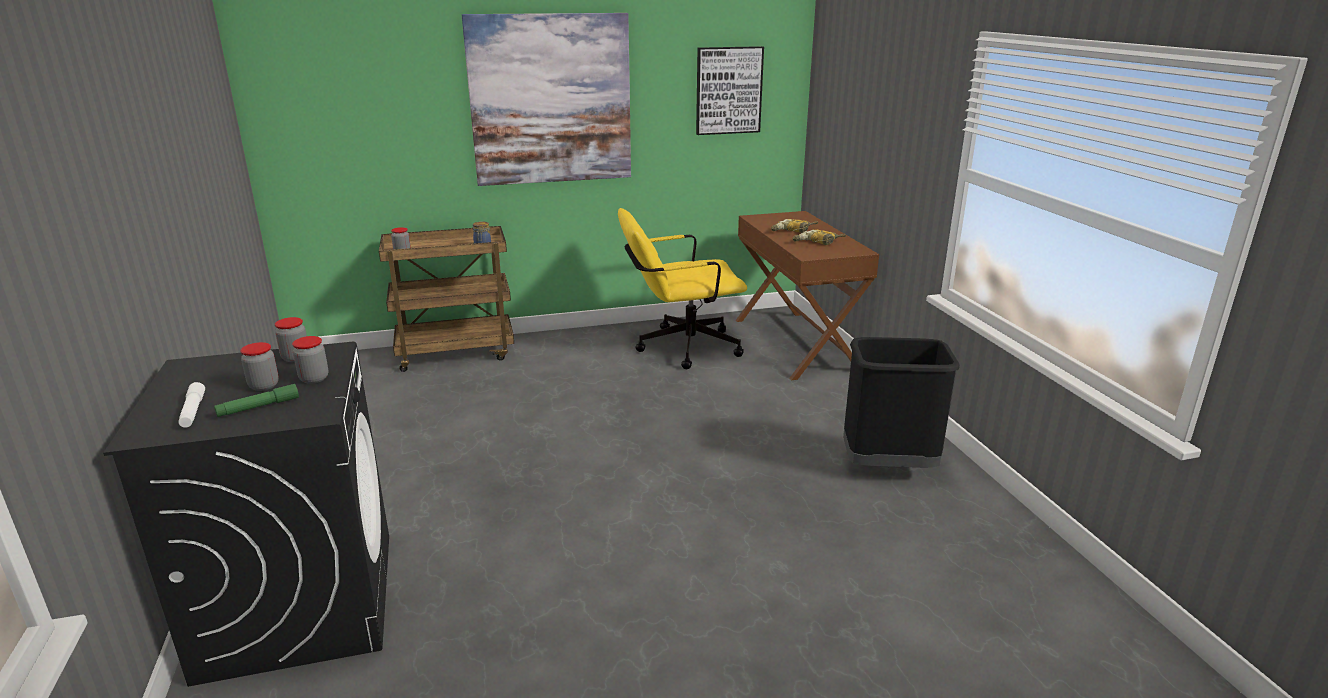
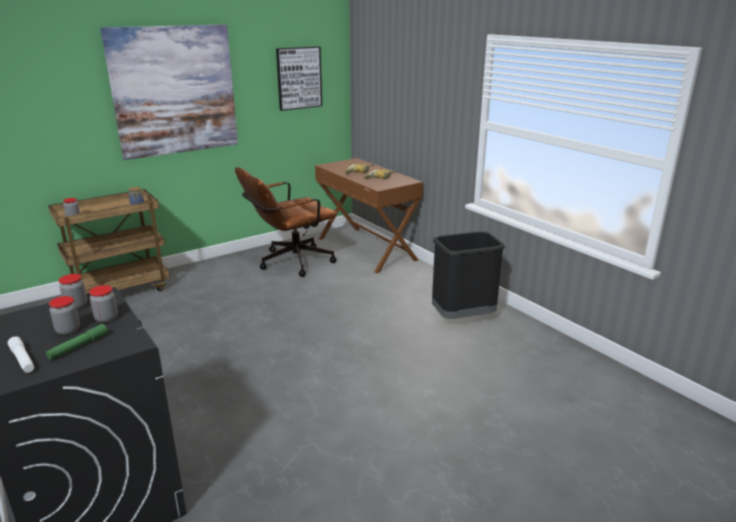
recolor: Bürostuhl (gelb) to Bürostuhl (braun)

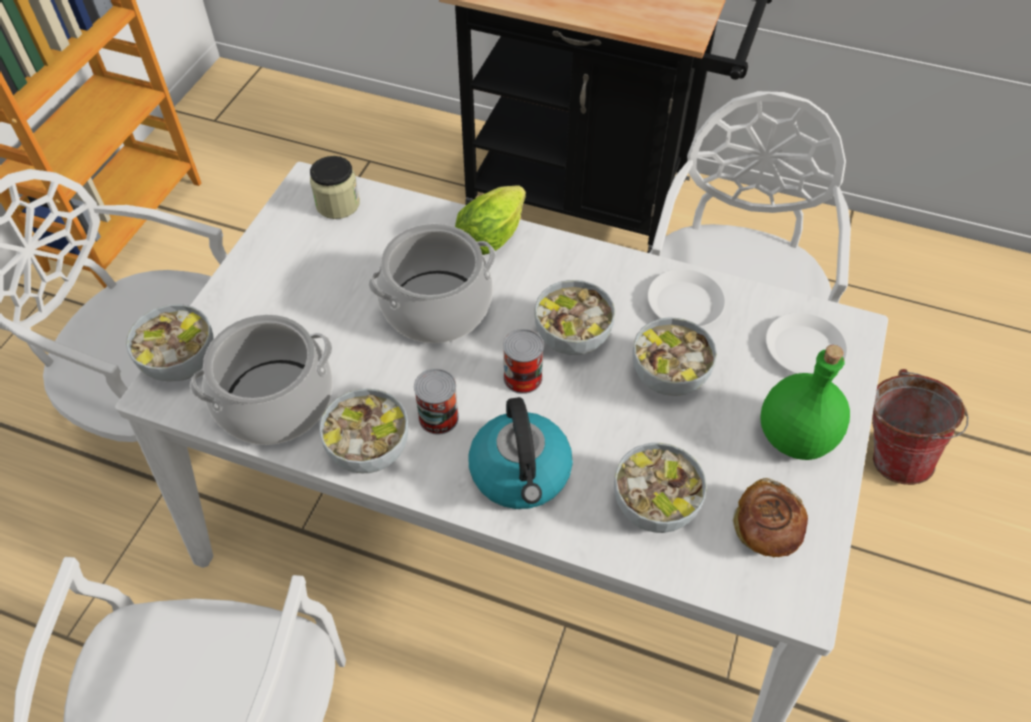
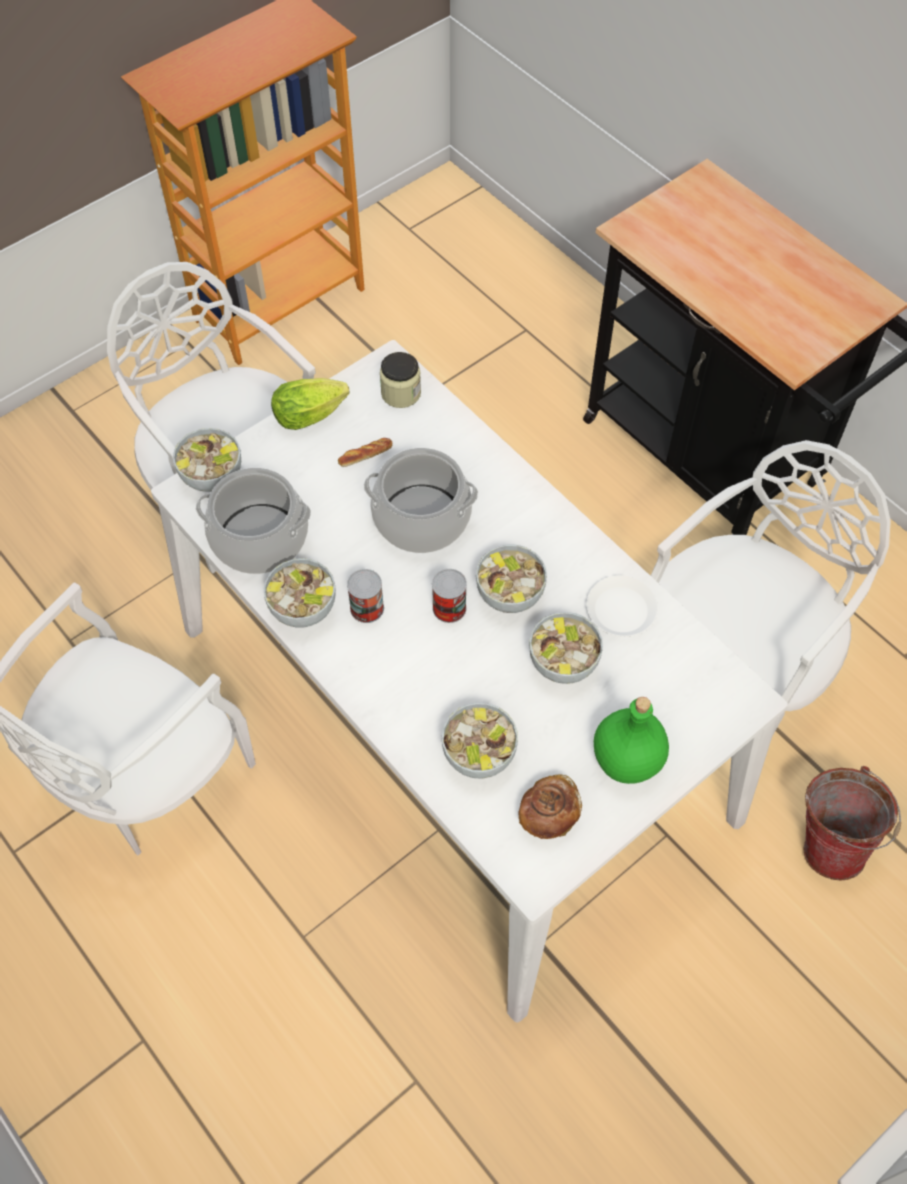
delete: Wasserkessel; Teller (weiß) (2nd from left)
insert: Brot (1st from left)
move: Salatkopf

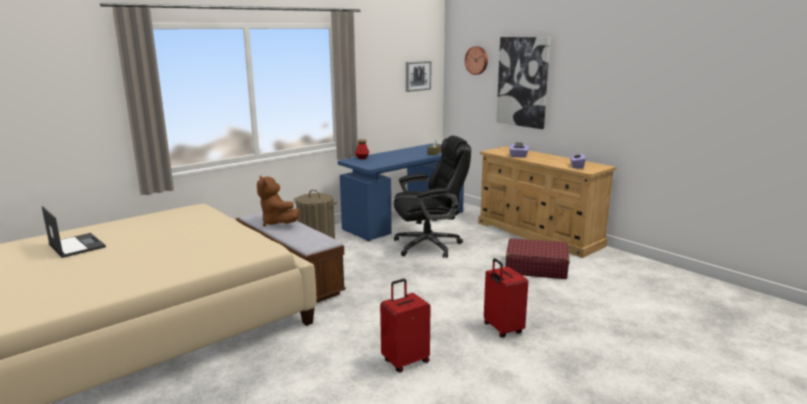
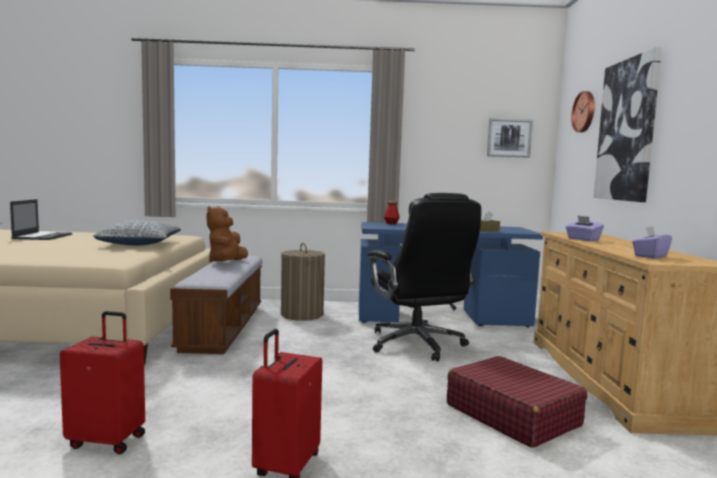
insert: Kissen
rotate: Bürostuhl (schwarz) 45 degrees clockwise

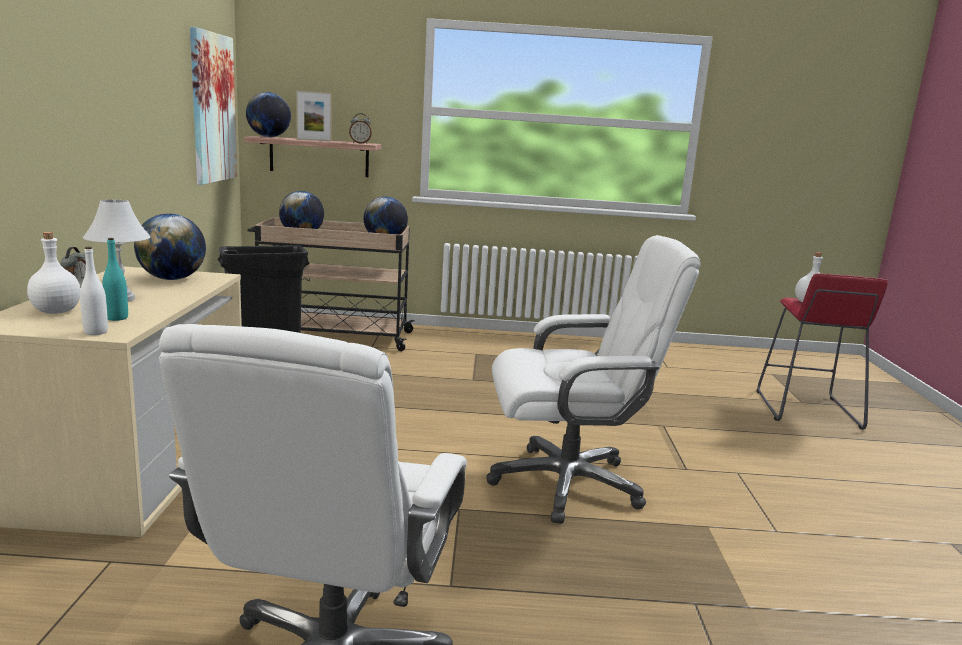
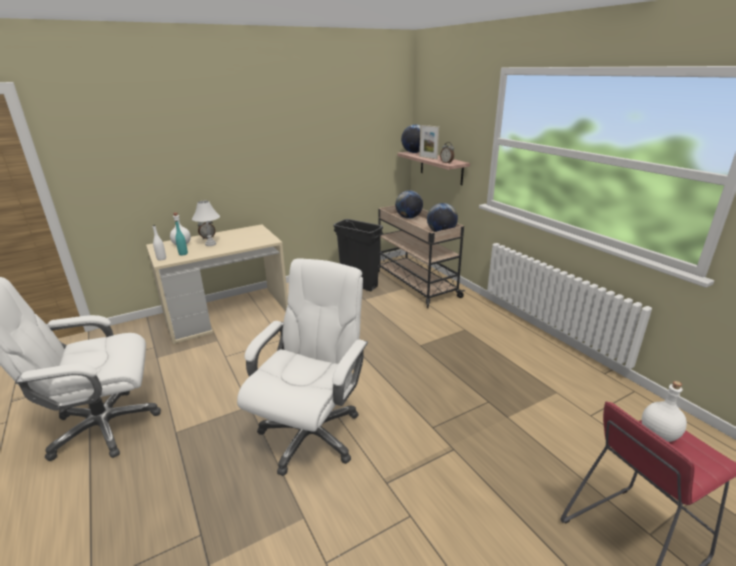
delete: Globus (1st from left); Bild
rotate: Bürostuhl (weiß) (2nd from left) 120 degrees counterclockwise

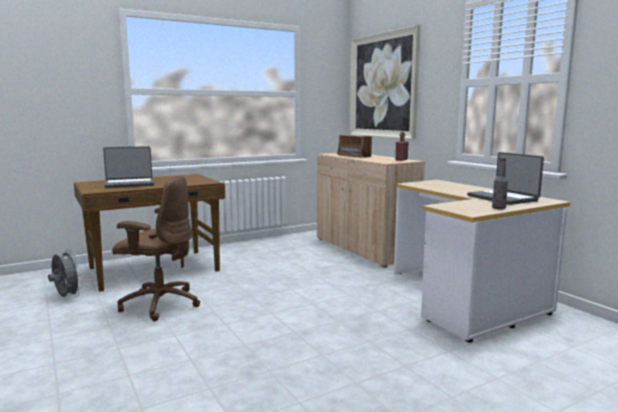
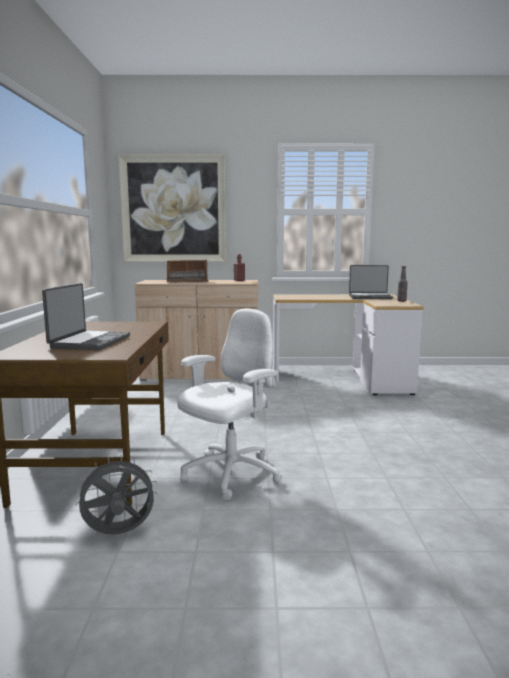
recolor: Bürostuhl (braun) to Bürostuhl (weiß)

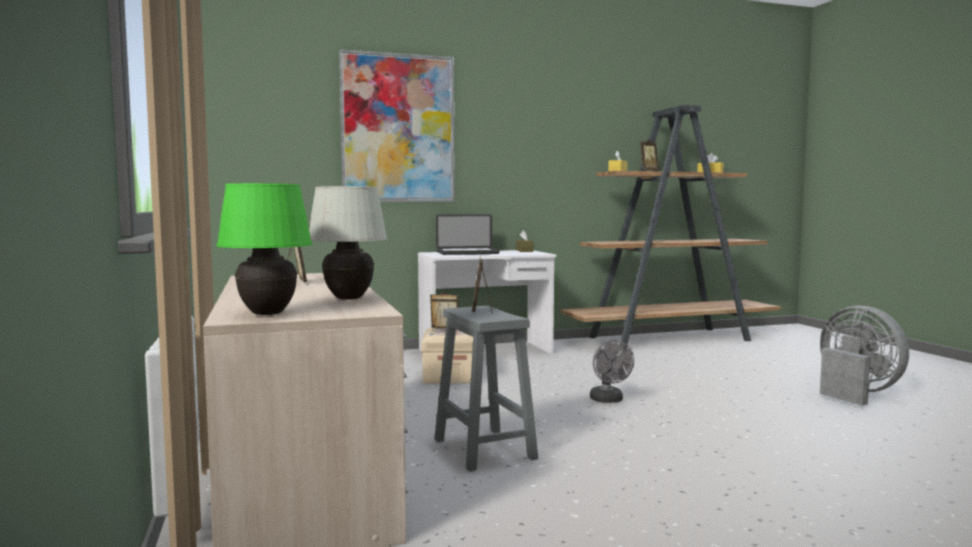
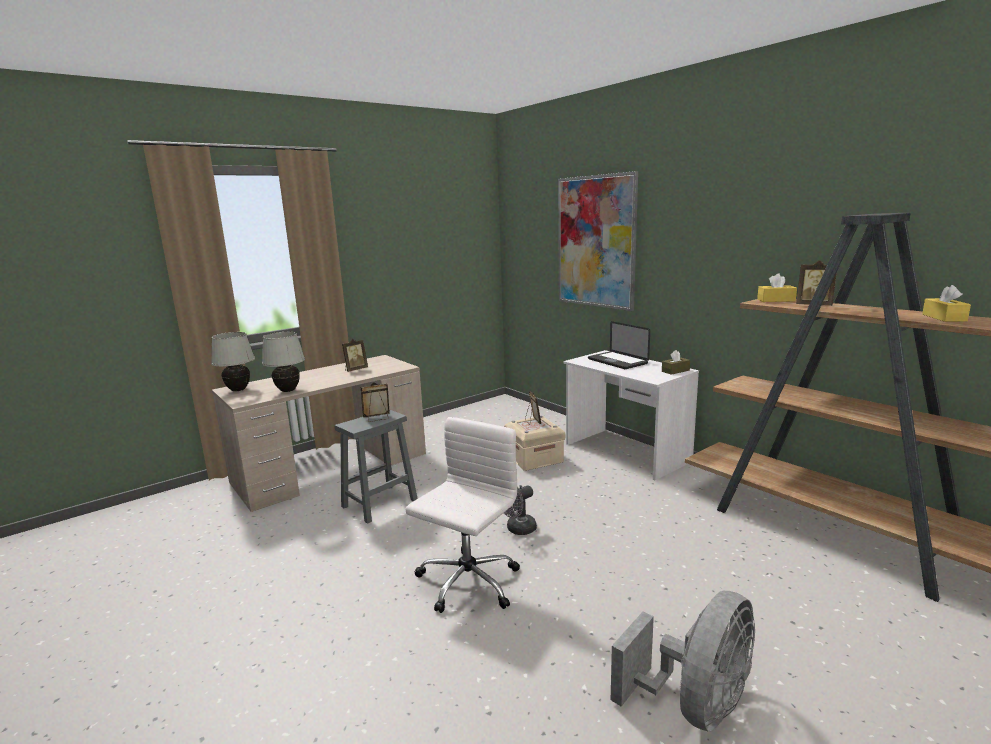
insert: Bürostuhl (weiß)
recolor: Tischlampe (grün) to Tischlampe (weiß) (1st from left)

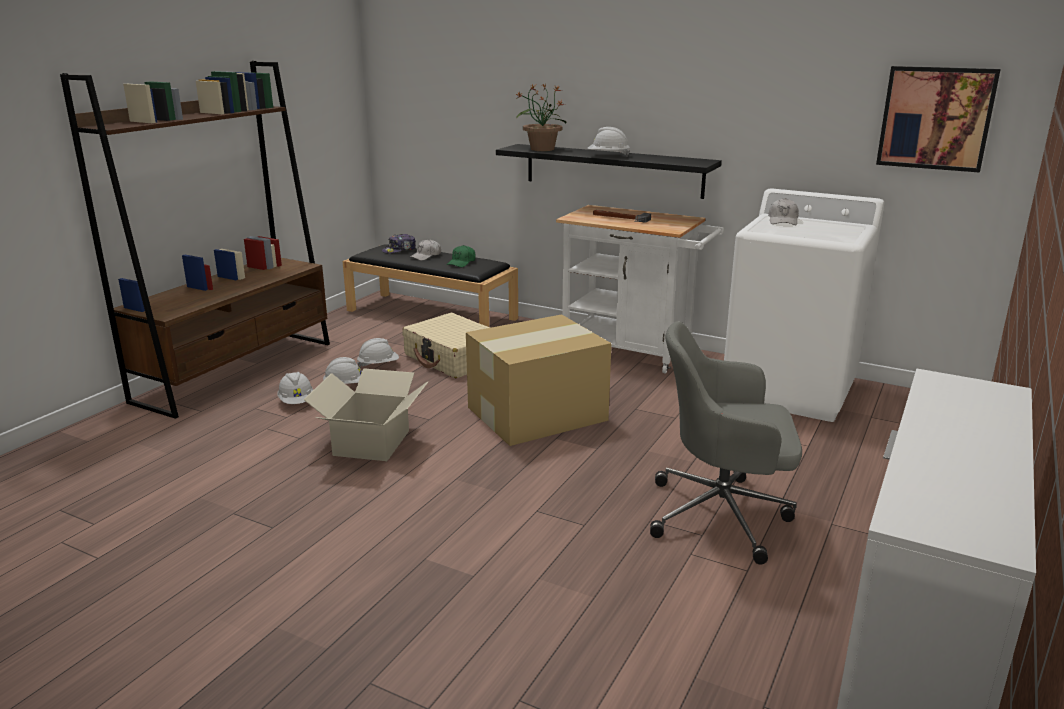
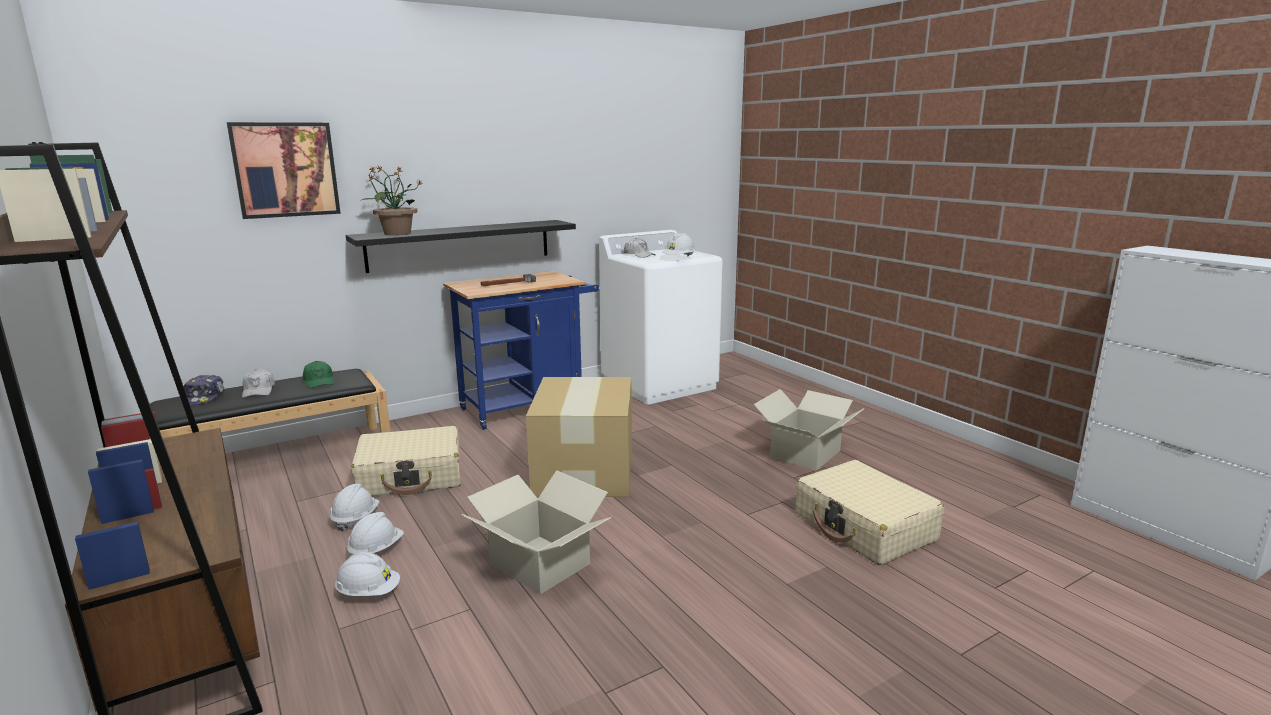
insert: Koffer (beige) (2nd from left)
move: Schutzhelm (weiß) (4th from left); Bild
replace: Bürostuhl (grau) to Karton (3rd from left)
recolor: Rollwagen (weiß) to Rollwagen (blau)

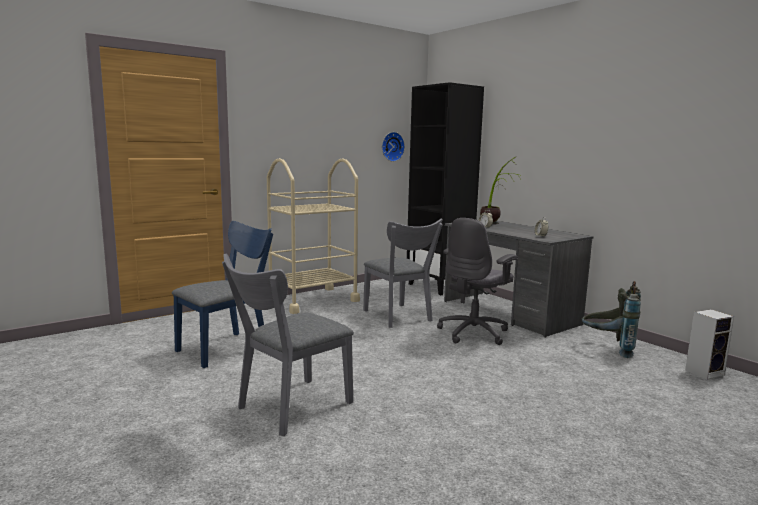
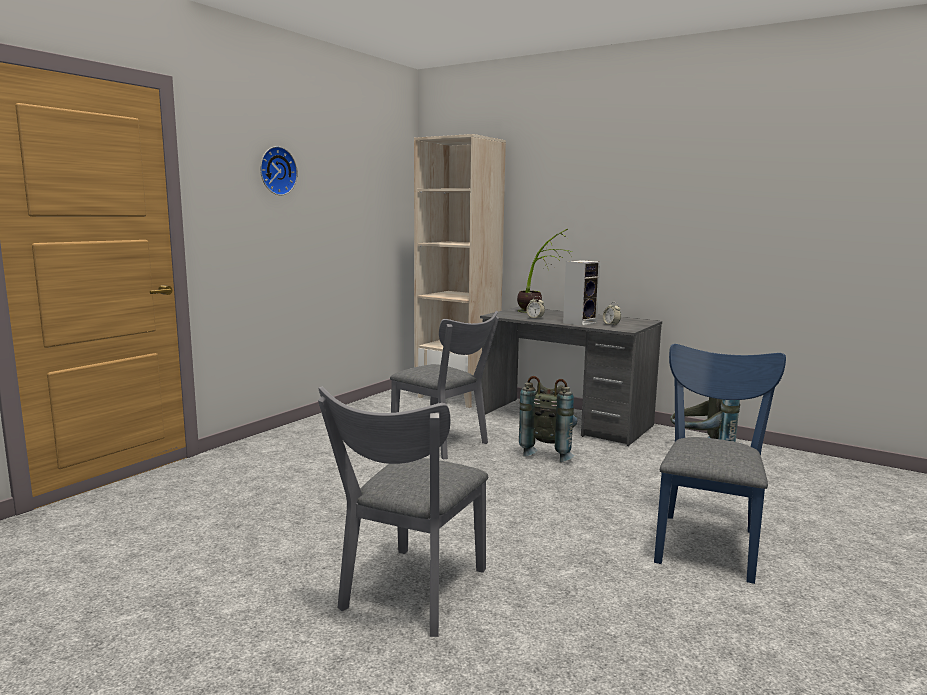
delete: Rollwagen (beige)
move: Stuhl (blau); Wanduhr; Lautsprecher
replace: Bürostuhl (grau) to Rucksack (grau) (1st from left)
recolor: Bücherregal (schwarz) to Bücherregal (beige)

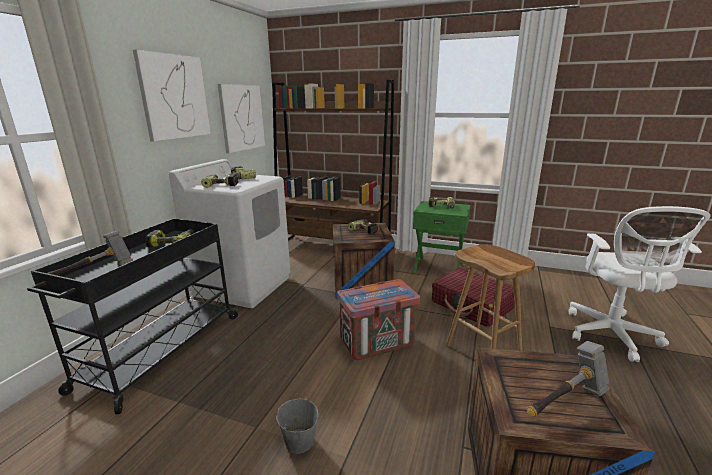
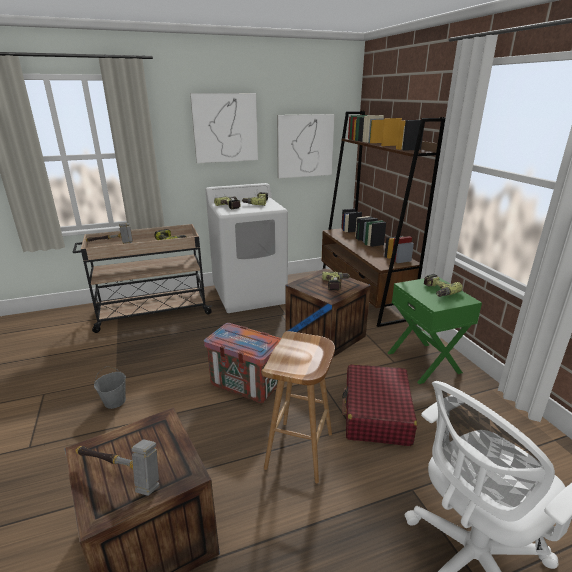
recolor: Rollwagen (schwarz) to Rollwagen (beige)

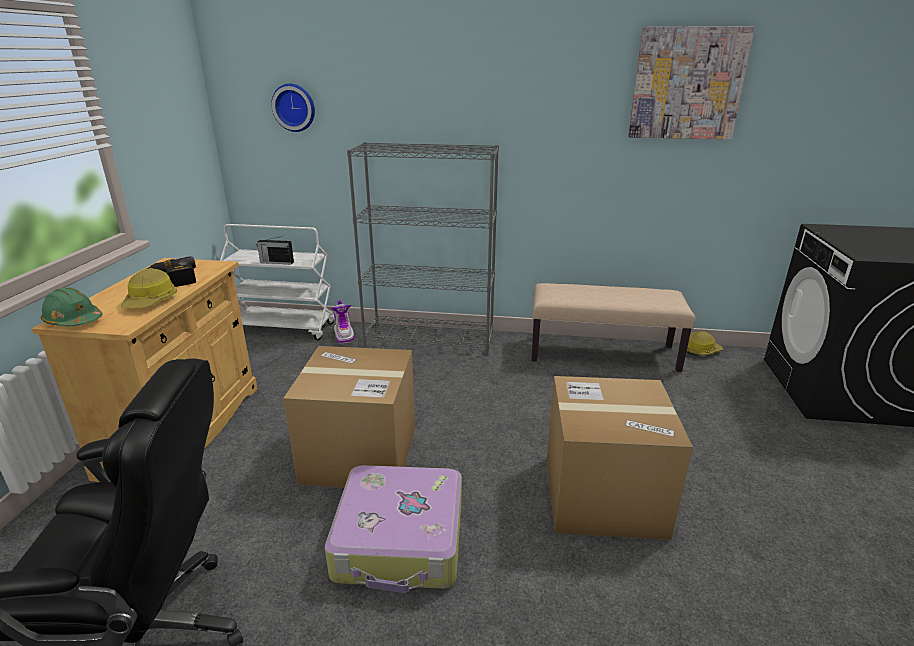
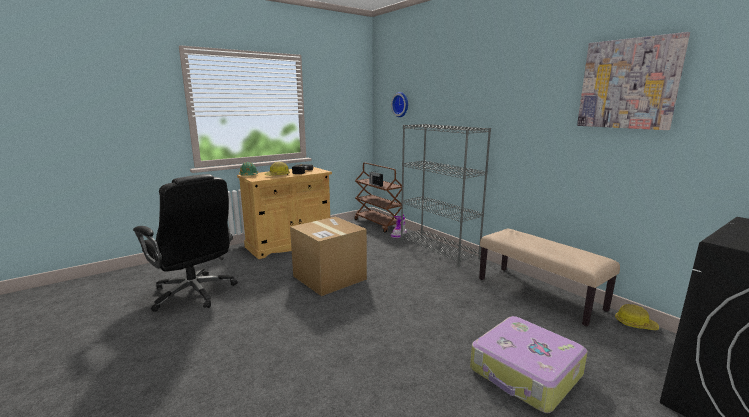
delete: Karton (2nd from left)
move: Koffer
recolor: Rollwagen (weiß) to Rollwagen (braun)

